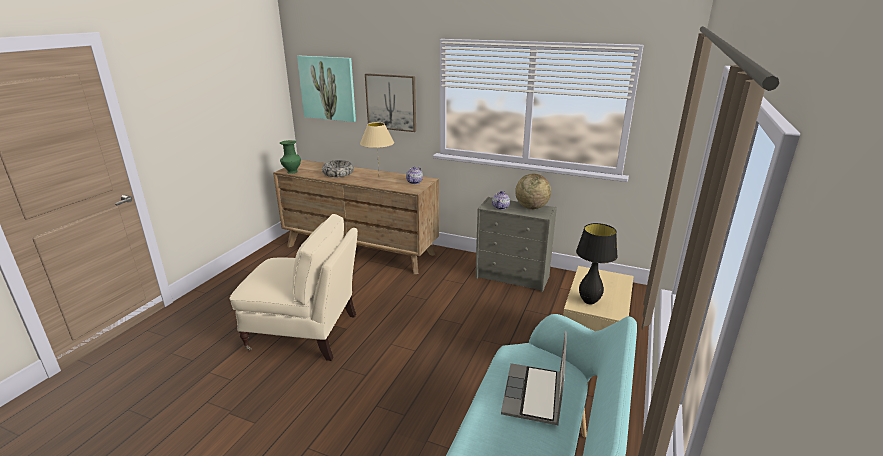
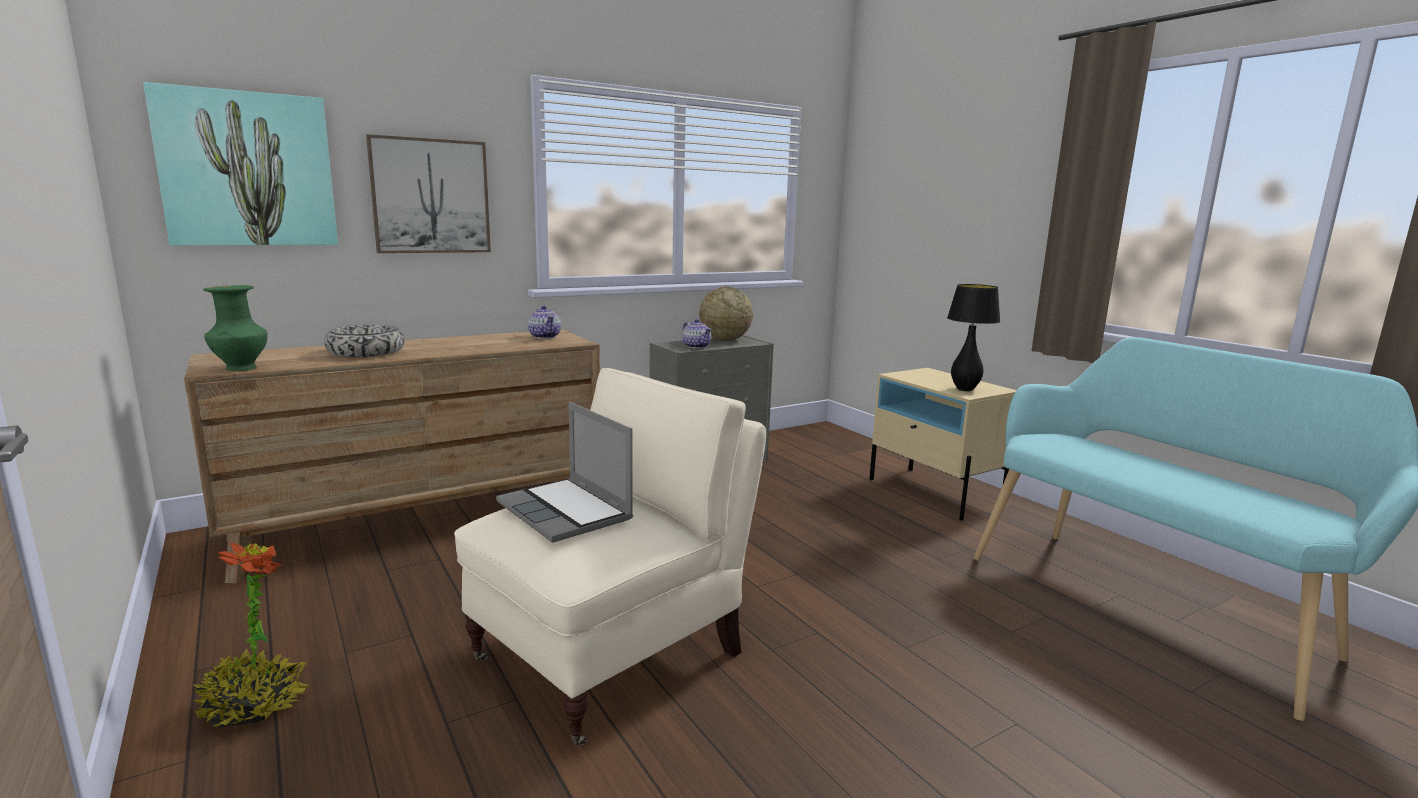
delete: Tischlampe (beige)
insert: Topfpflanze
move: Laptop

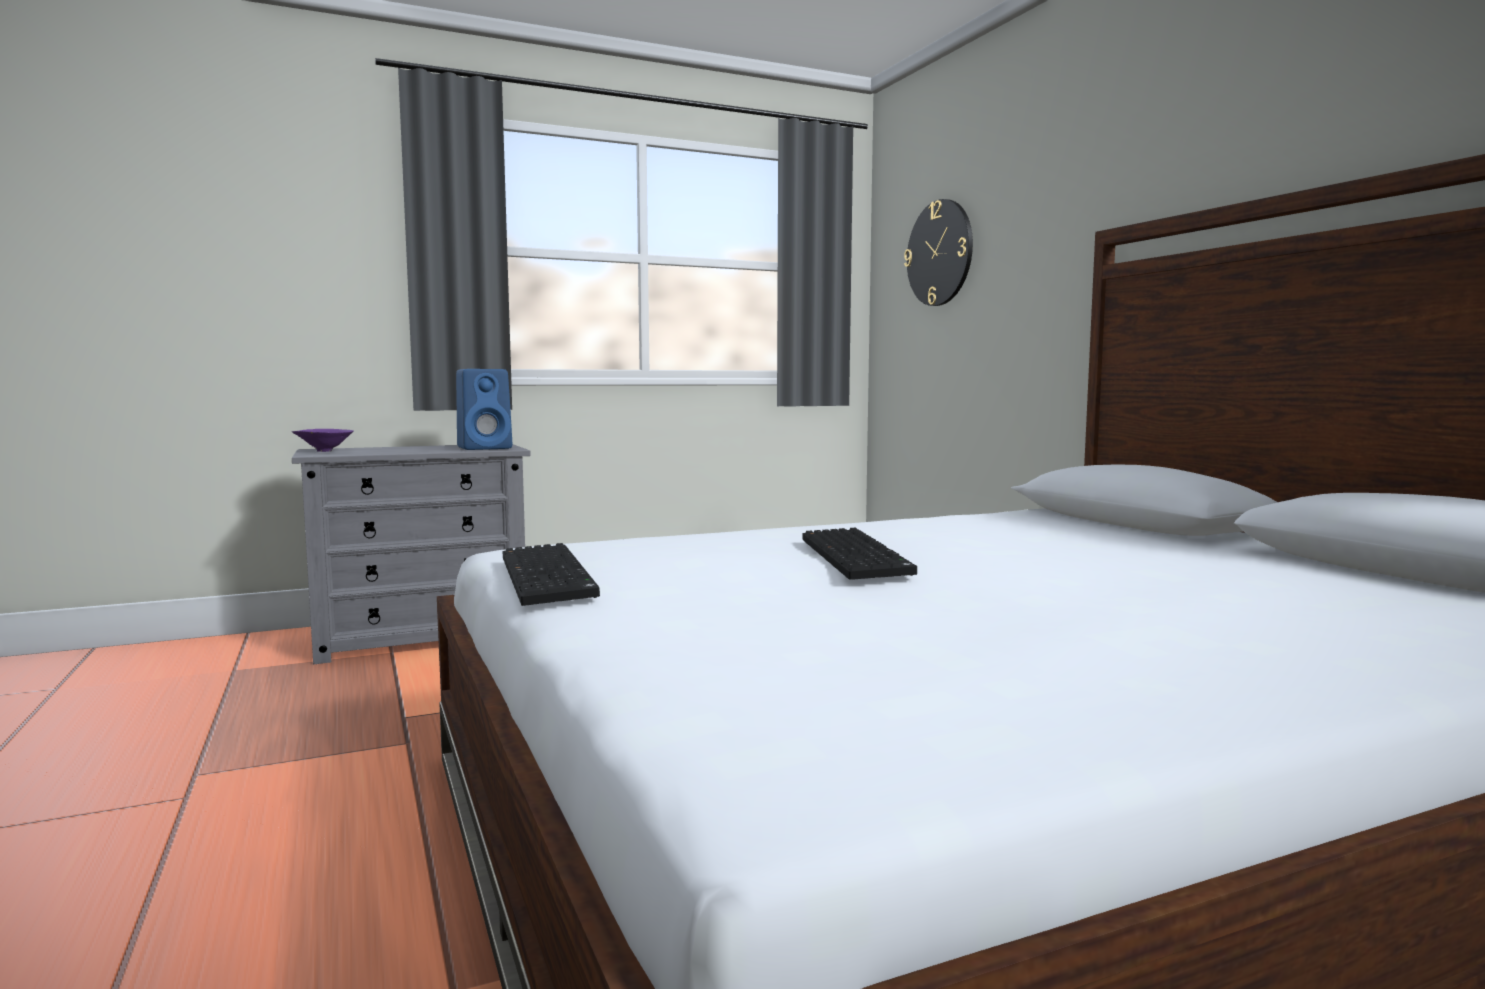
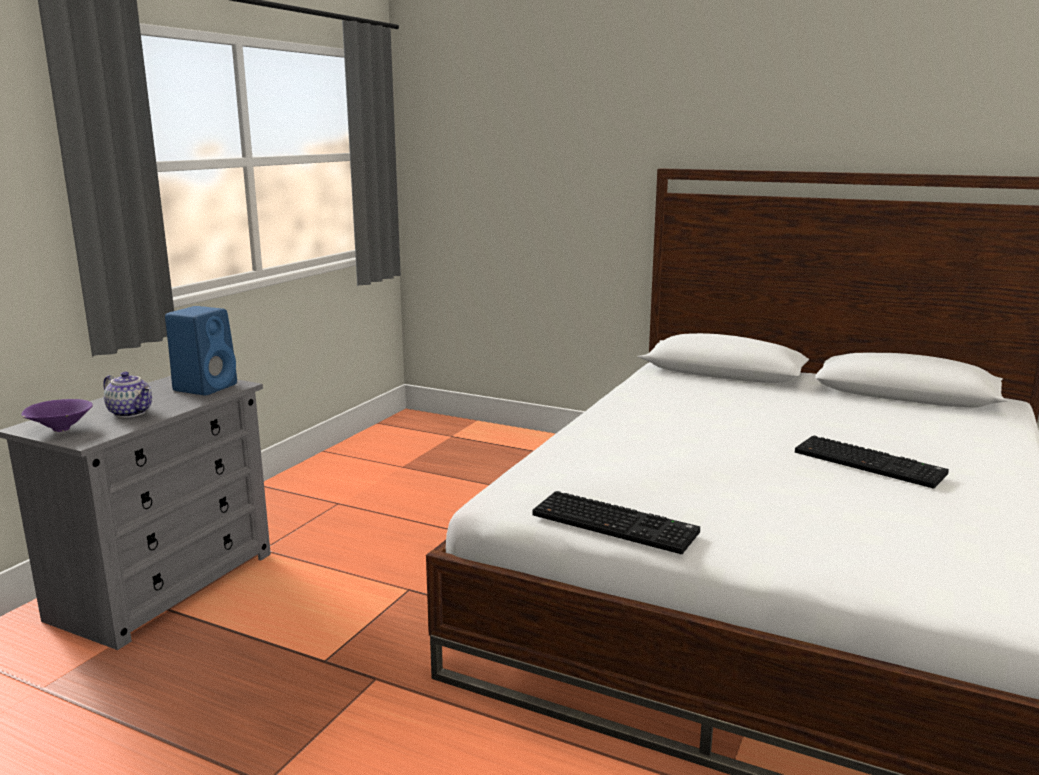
delete: Wanduhr
insert: Teekanne
move: Tastatur (2nd from left)

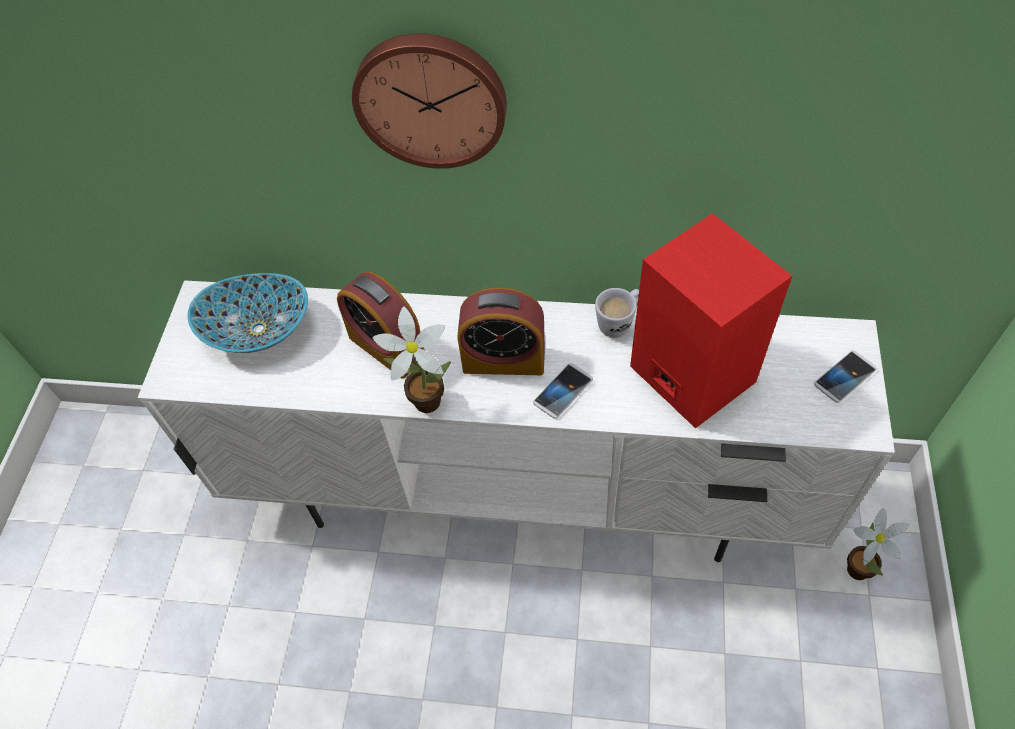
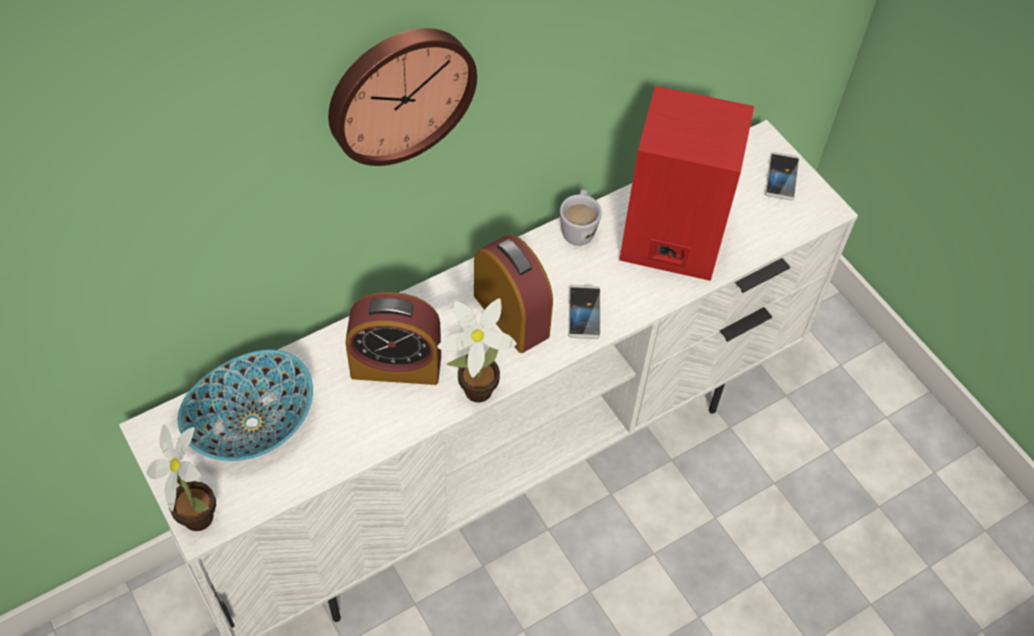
move: Topfpflanze (2nd from left in the first image) to Topfpflanze (1st from left)
rotate: Wecker (2nd from left) 90 degrees counterclockwise

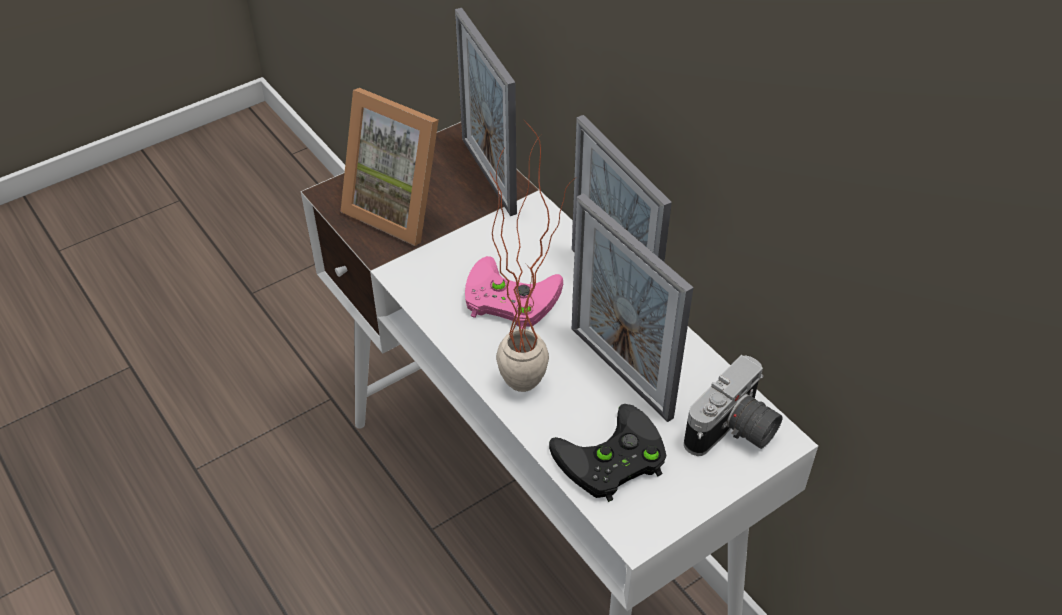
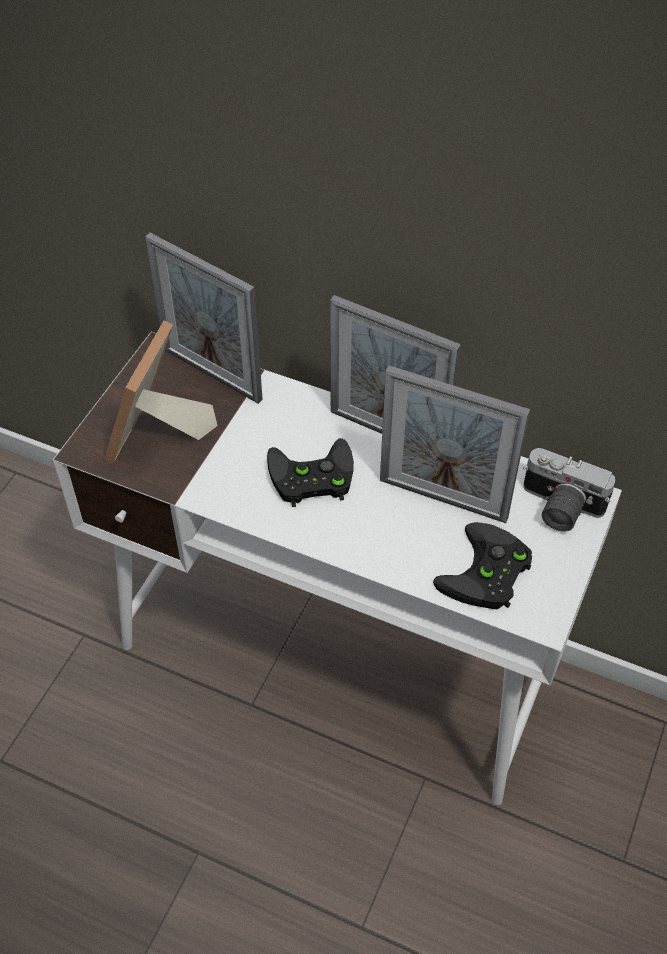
delete: Topfpflanze
recolor: Gamepad (rosa) to Gamepad (schwarz) (1st from left)
rotate: Bilderrahmen (1st from left) 105 degrees clockwise; Kamera 105 degrees clockwise

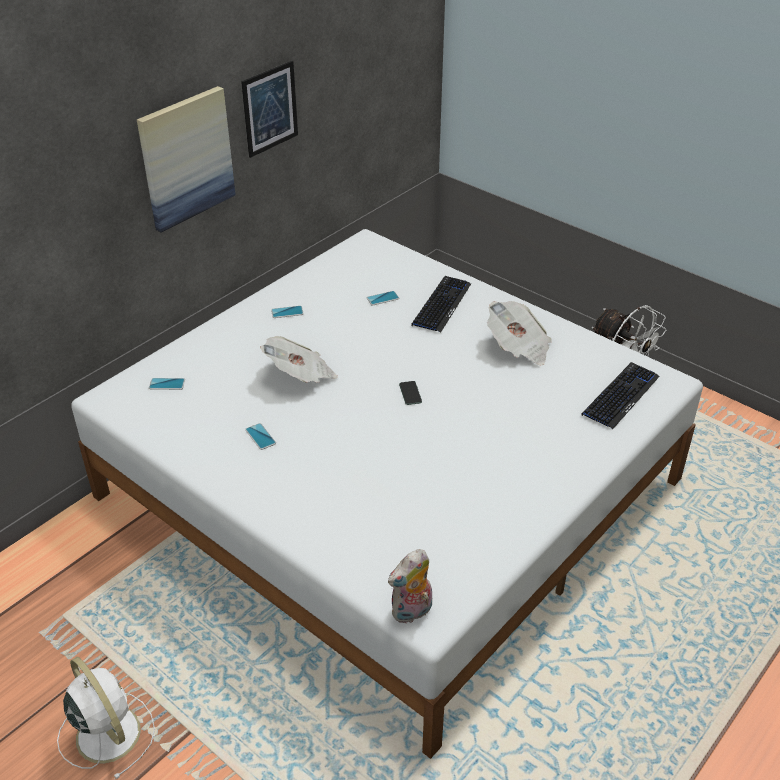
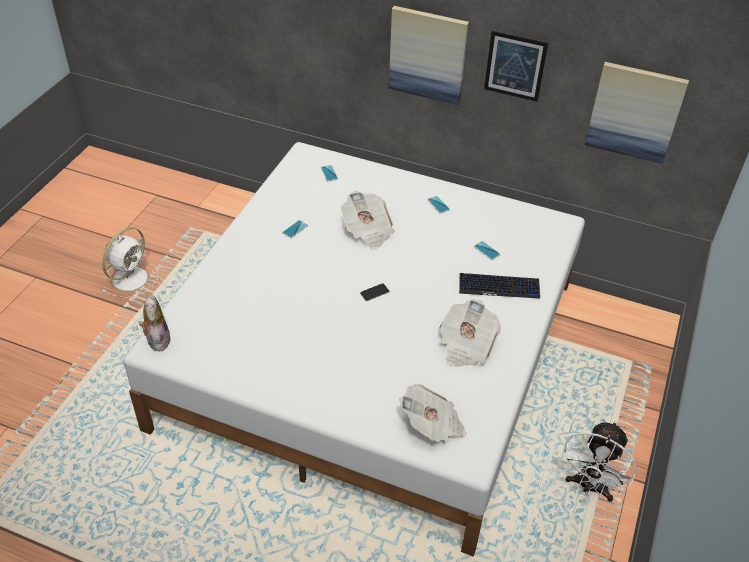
insert: Bild (3rd from left)
replace: Tastatur (2nd from left) to Zeitung (2nd from left)
rotate: Plüschtier 45 degrees clockwise

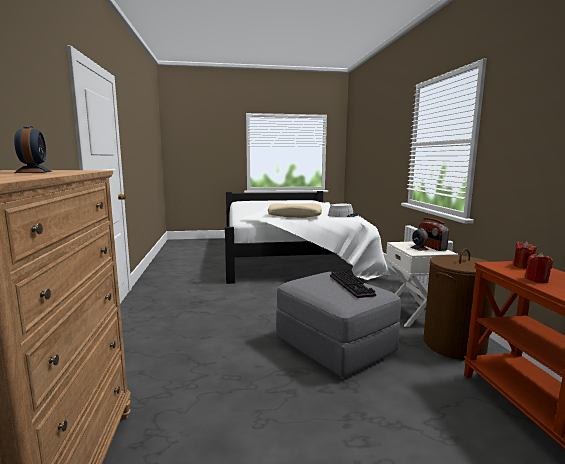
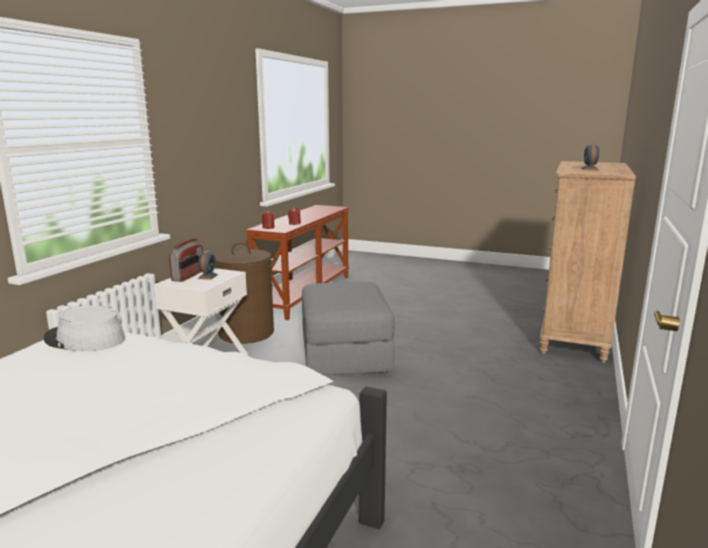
delete: Kissen (beige); Tastatur

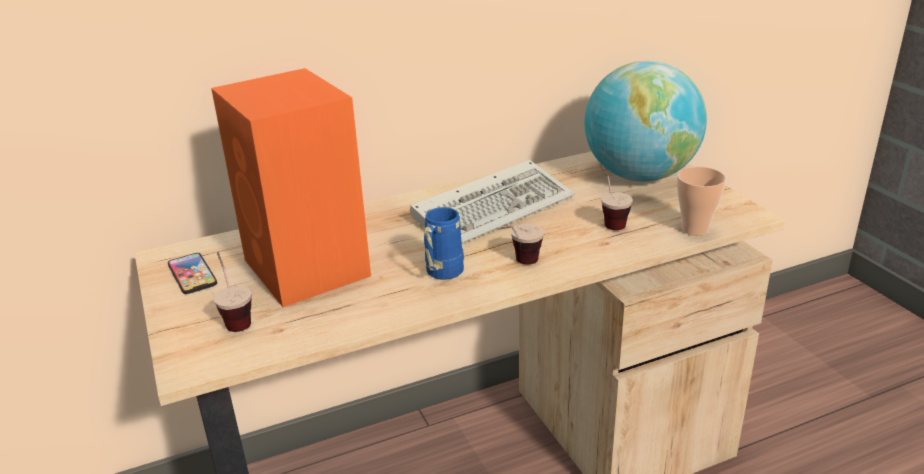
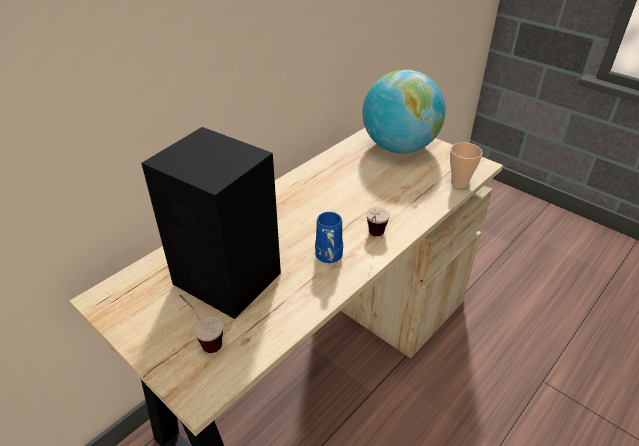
delete: Handy; Tastatur; Tasse (3rd from left)
recolor: Lautsprecher (orange) to Lautsprecher (schwarz)

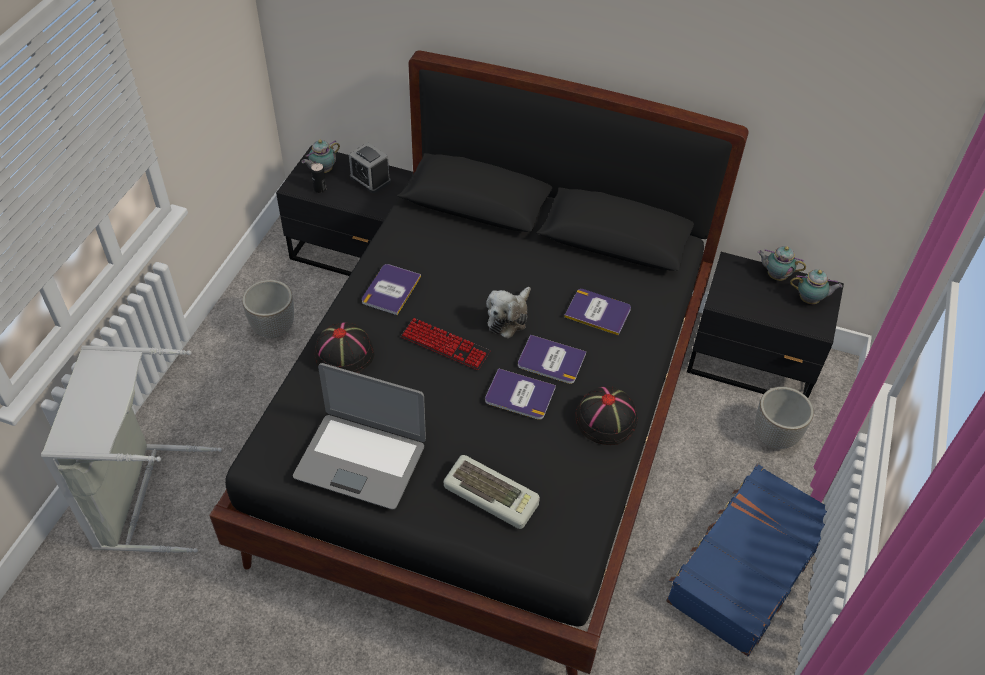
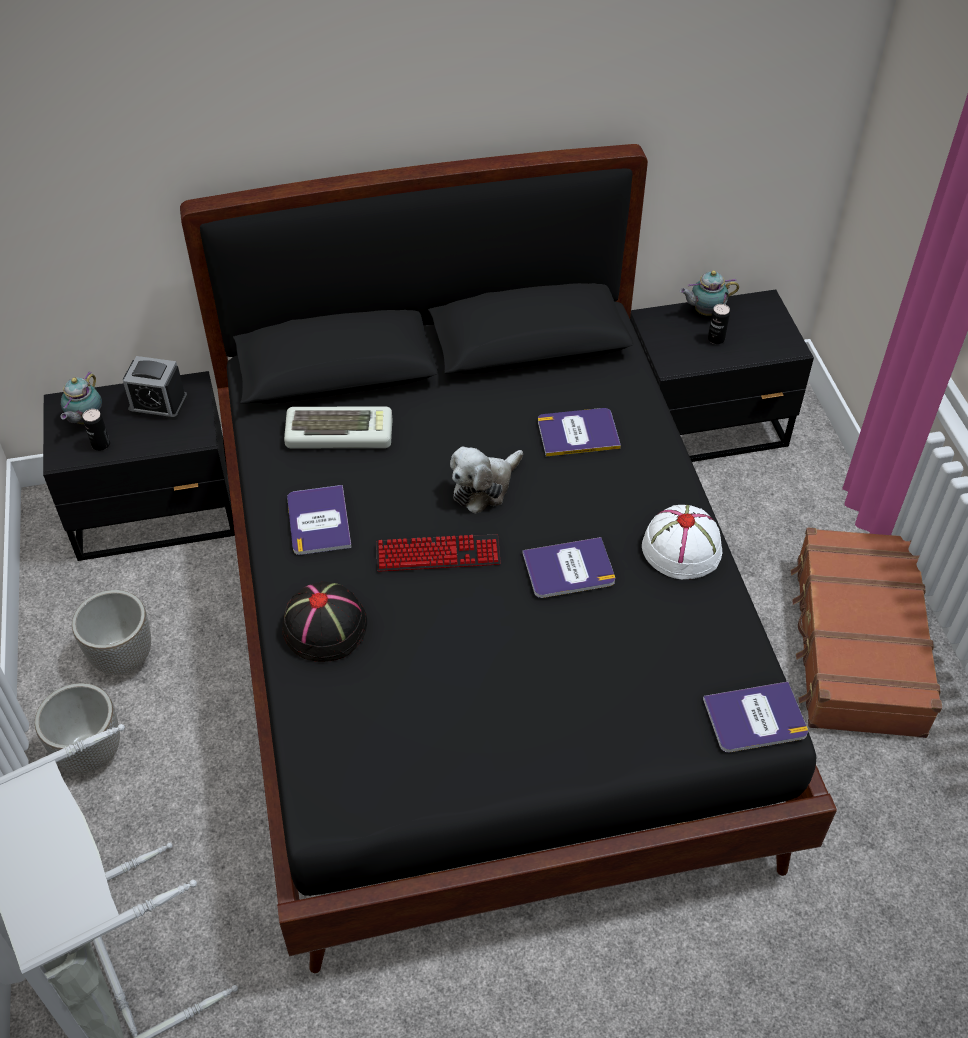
delete: Laptop; Teekanne (3rd from left)
insert: Dose (2nd from left)
move: Tastatur (2nd from left in the first image) to Tastatur (1st from left); Buch (3rd from left in the first image) to Buch (4th from left); Pflanzkübel (2nd from left in the first image) to Pflanzkübel (1st from left)
recolor: Hut (schwarz) (2nd from left) to Hut (weiß); Koffer (blau) to Koffer (braun)
rotate: Plüschtier 45 degrees clockwise

